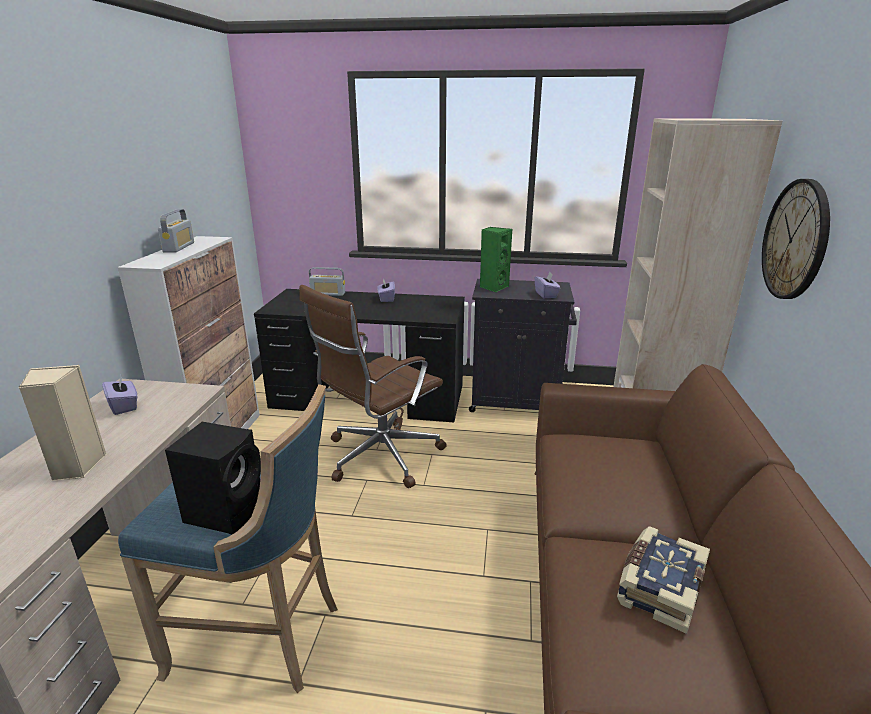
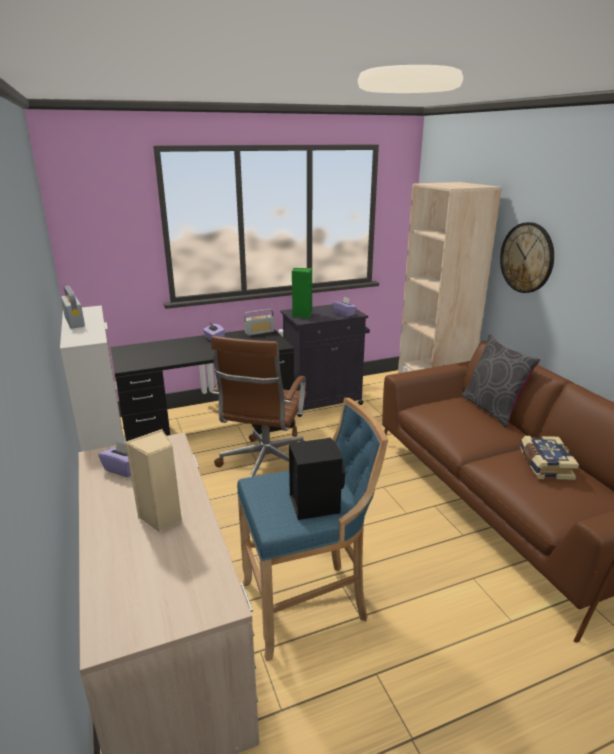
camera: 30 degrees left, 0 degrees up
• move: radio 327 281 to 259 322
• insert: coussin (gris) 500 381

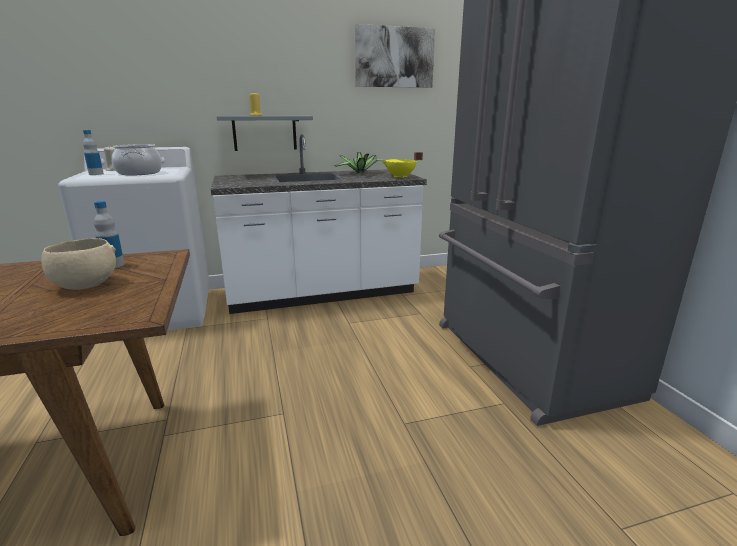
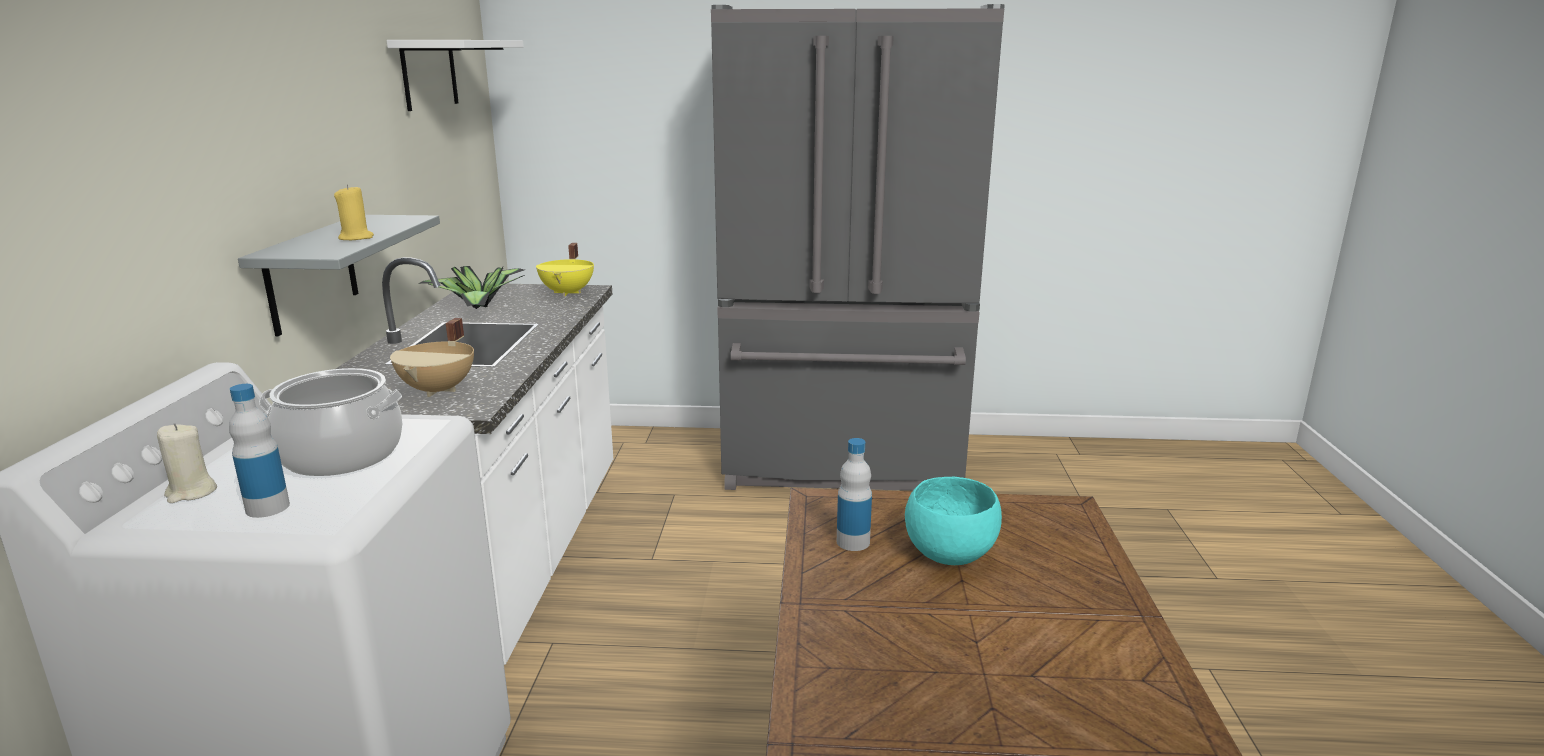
camera: 70 degrees left, 0 degrees up
• replace: tableau 395 56 to étagère (blanc) 455 75
• recolor: bol (beige) 78 264 to bol (turquoise) 953 521
• insert: marmite (beige) 432 357

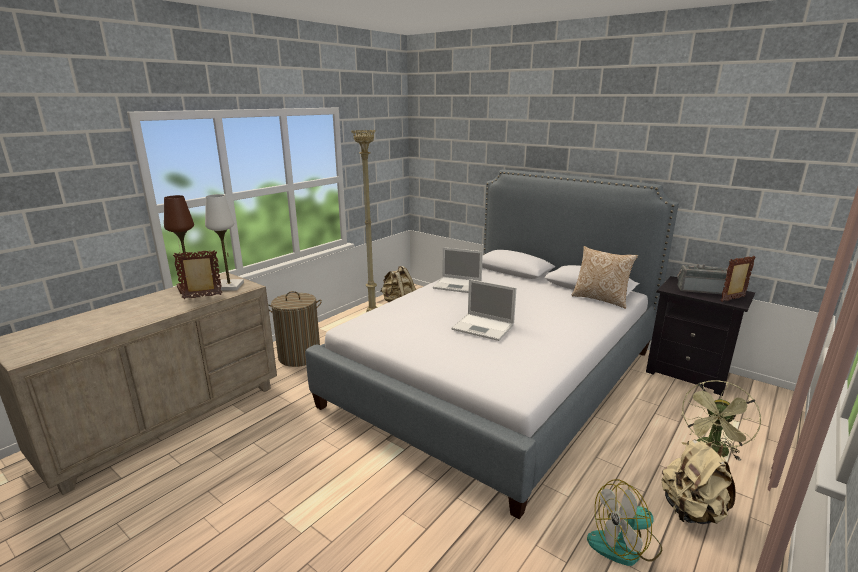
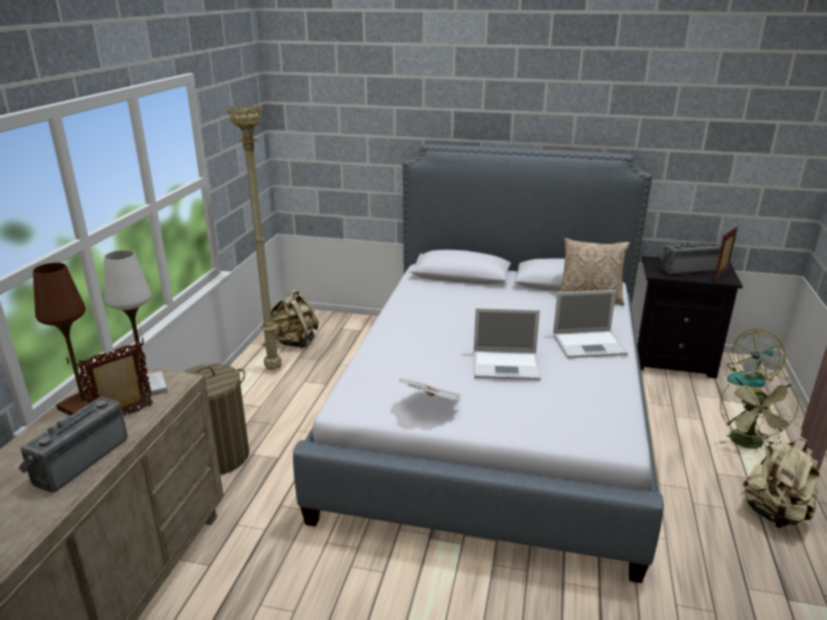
camera: 25 degrees left, 5 degrees up
• move: ordinateur portable 458 270 to 590 324
• move: ventilateur 624 522 to 756 358
• insert: journal 430 390
• insert: radio 73 445

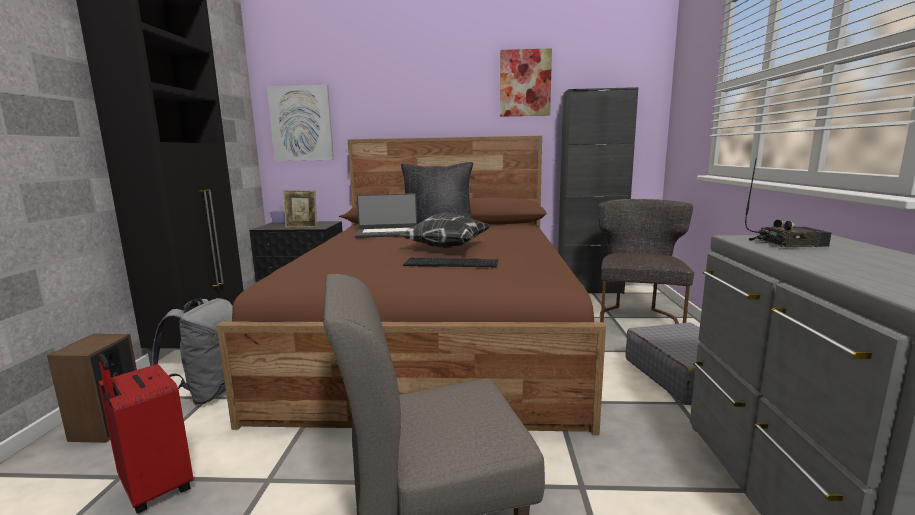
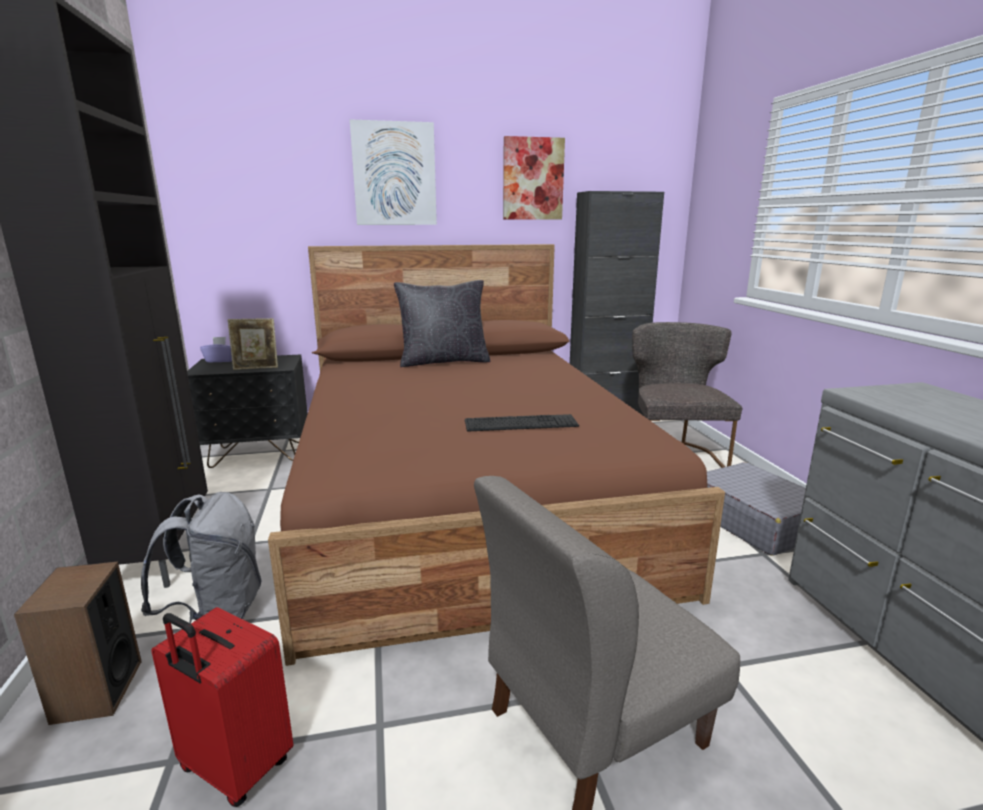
camera: 15 degrees left, 5 degrees up
• move: tableau 300 123 to 393 172
• delete: radio 788 202
• delete: ordinateur portable 386 215
• delete: coussin 445 230

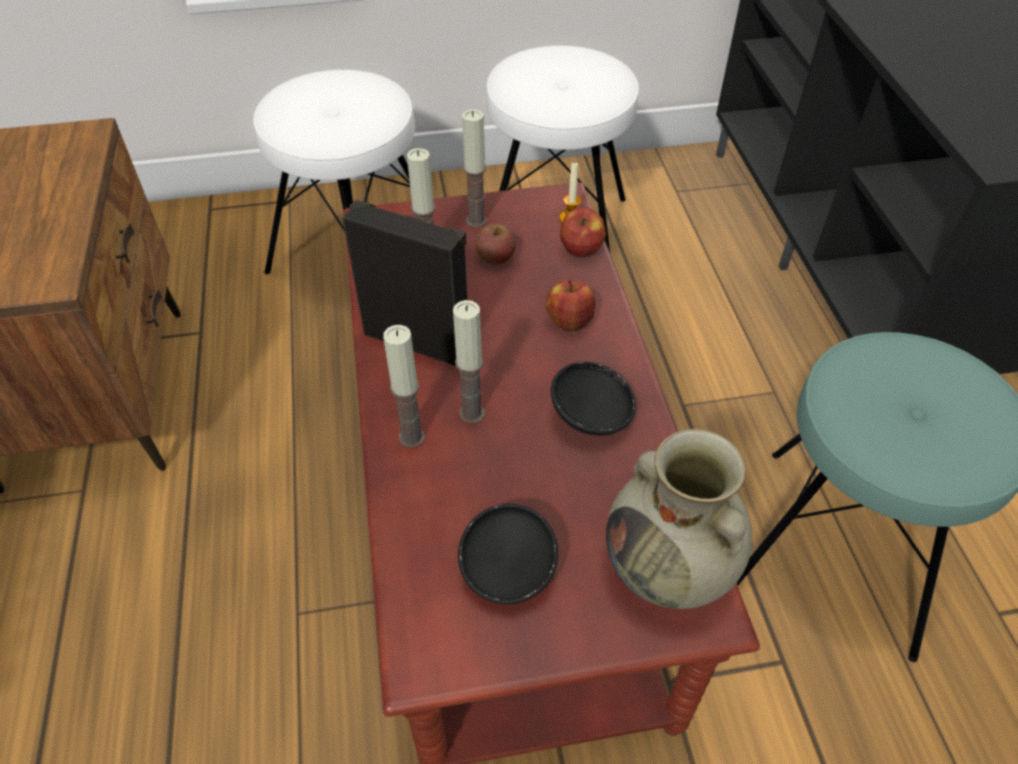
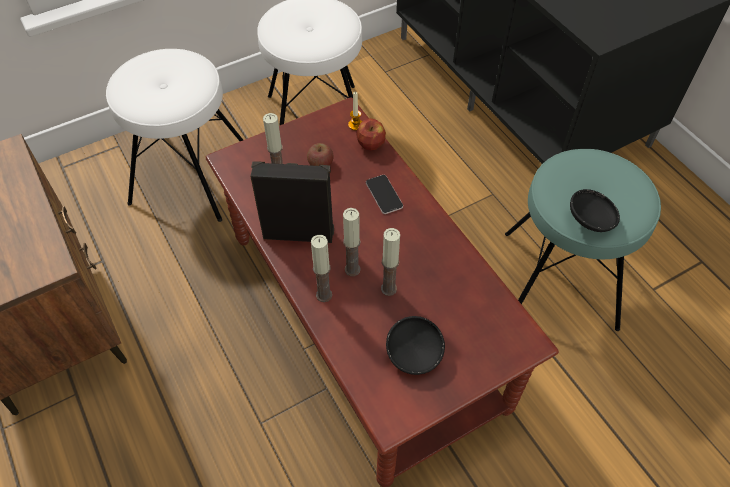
camera: 20 degrees left, 5 degrees up
• move: bougie 474 168 to 390 262
• replace: pomme 571 305 to téléphone 384 194
• move: bol (noir) 593 399 to 595 210
• delete: vase (beige) 679 519

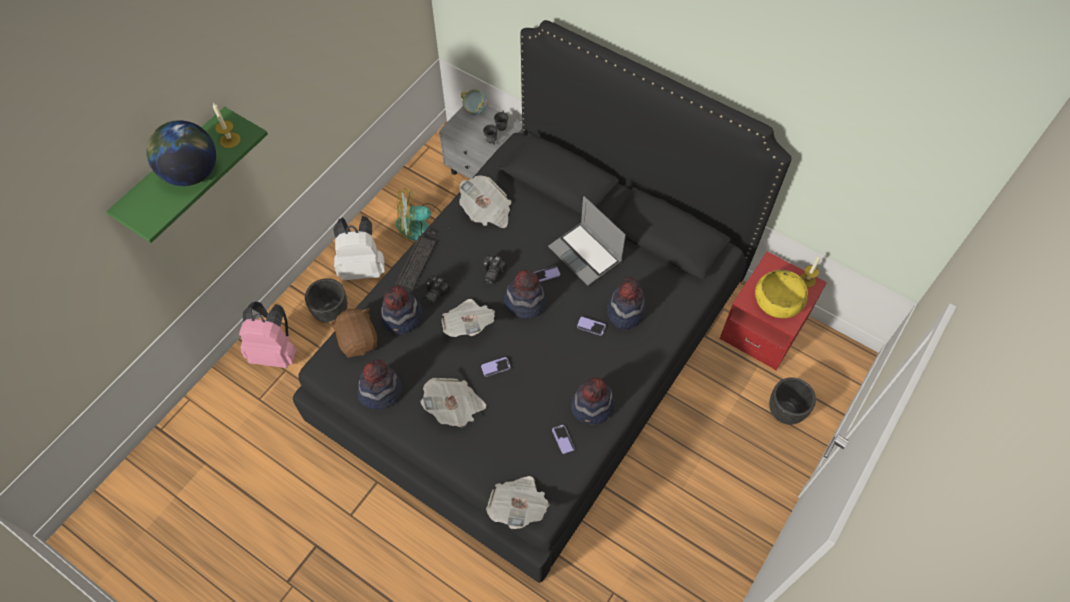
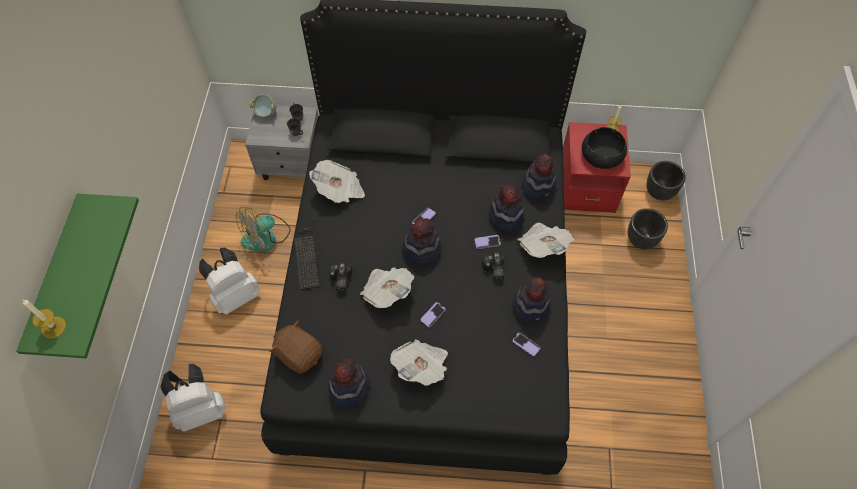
camera: 30 degrees left, 0 degrees up
• move: bougie 226 125 to 44 319
• delete: globe 181 153
• delete: ordinateur portable 587 241
• move: appareil photo 495 270 to 493 266
• recolor: bol (jaune) 781 294 to bol (noir) 604 148
• move: cache-pot (noir) 326 300 to 666 181
• move: chapeau 401 310 to 539 177
• recolor: sac à dos (rose) 268 334 to sac à dos (blanc) 193 398
• move: journal 517 502 to 546 240

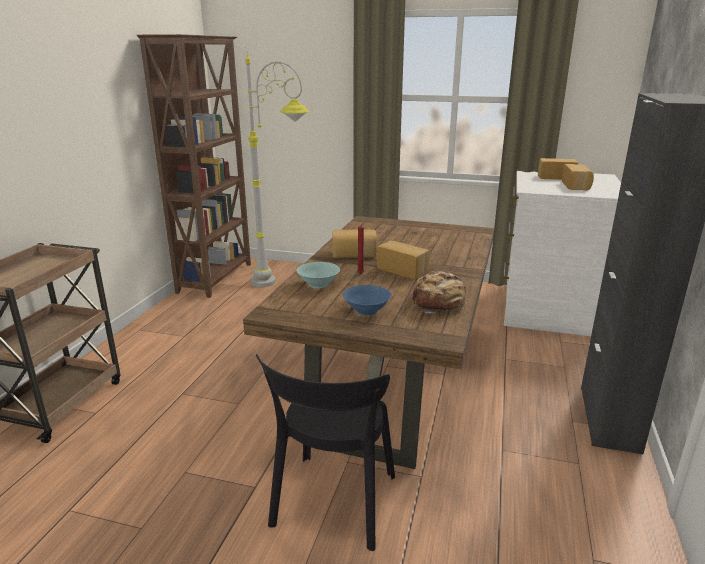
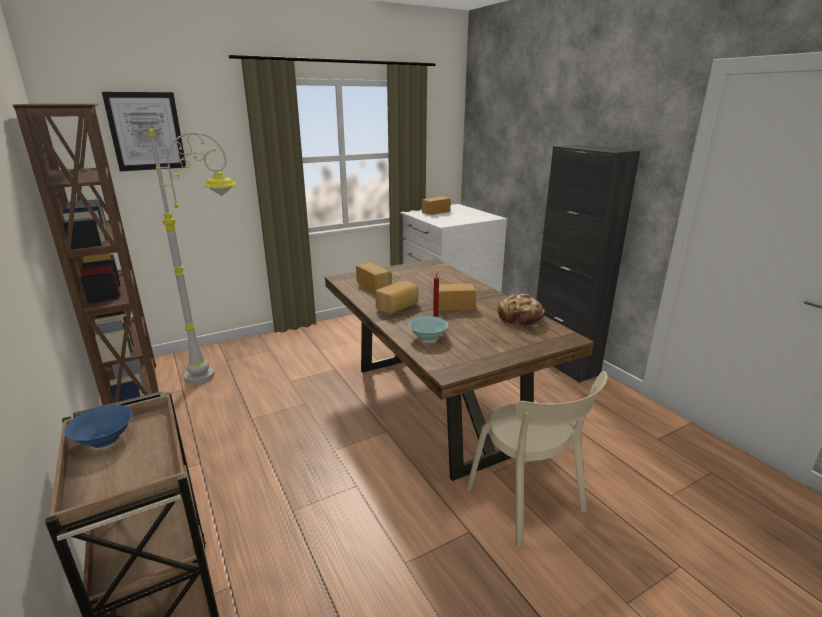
camera: 45 degrees left, 0 degrees up
• move: pain 578 177 to 374 277
• move: bol (bleu) 367 300 to 98 426
• recolor: chaise (noir) 325 452 to chaise (beige) 536 459
• insert: tableau 144 131

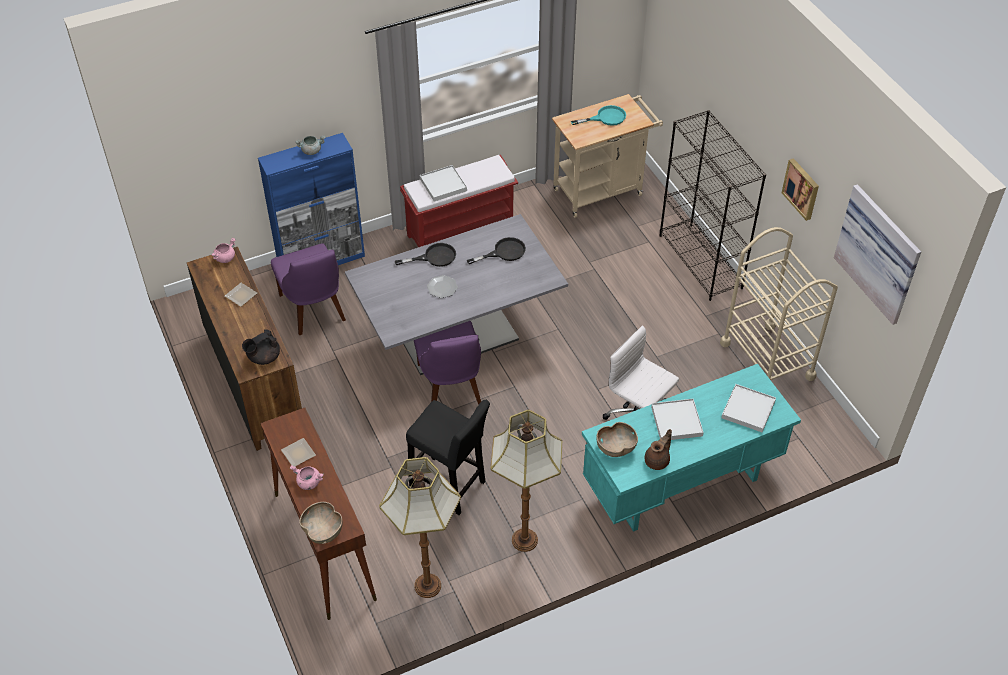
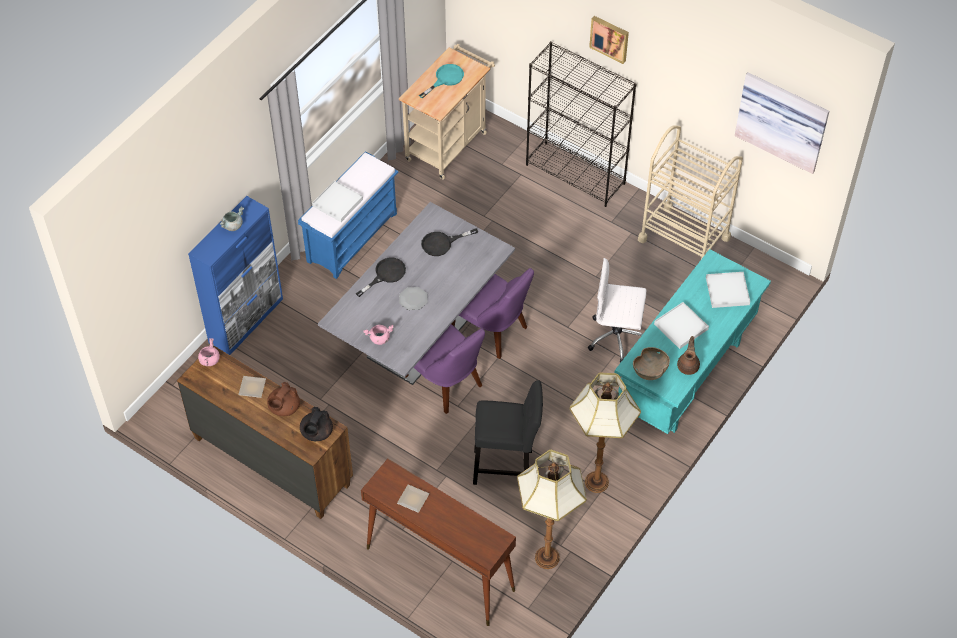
camera: 30 degrees left, 5 degrees up
• recolor: banc (rouge) 459 201 to banc (bleu) 348 215
• move: tableau 800 189 to 609 40
• rotate: poêle (noir) 496 250 = 449 242 150 degrees counterclockwise
• move: chaise (violet) 308 289 to 493 313
• move: marmite (rose) 307 477 to 378 335
• delete: bol (marron) 321 523
• insert: théière (marron) 283 399

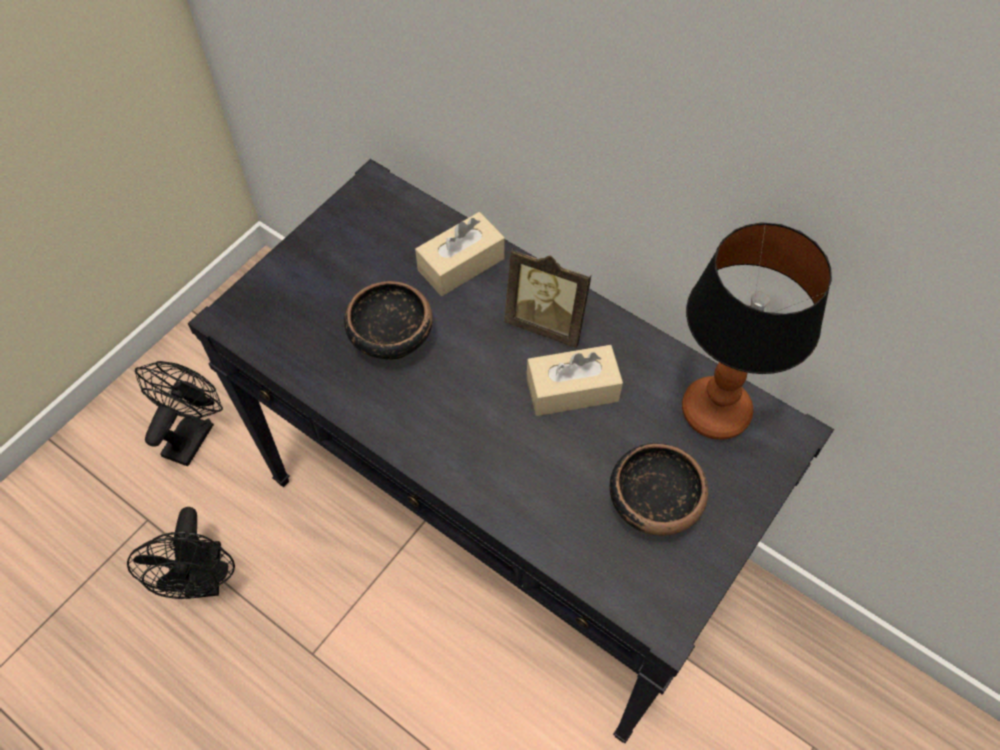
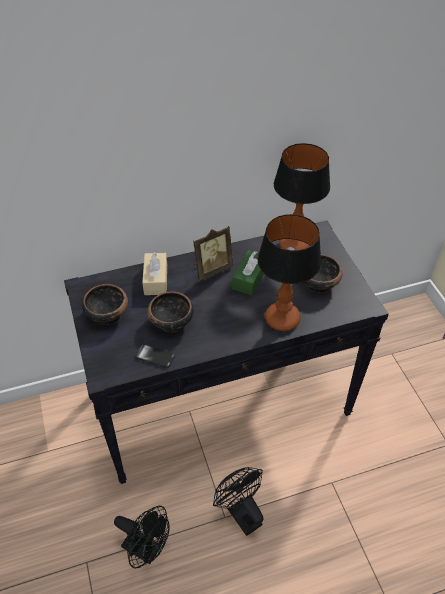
camera: 55 degrees left, 10 degrees down
• recolor: boîte à mouchoirs (beige) 575 380 to boîte à mouchoirs (vert) 248 273
• move: ventilateur (noir) 179 413 to 238 501
• insert: lampe de table 289 272
• insert: bol 105 304
• insert: téléphone 155 356

